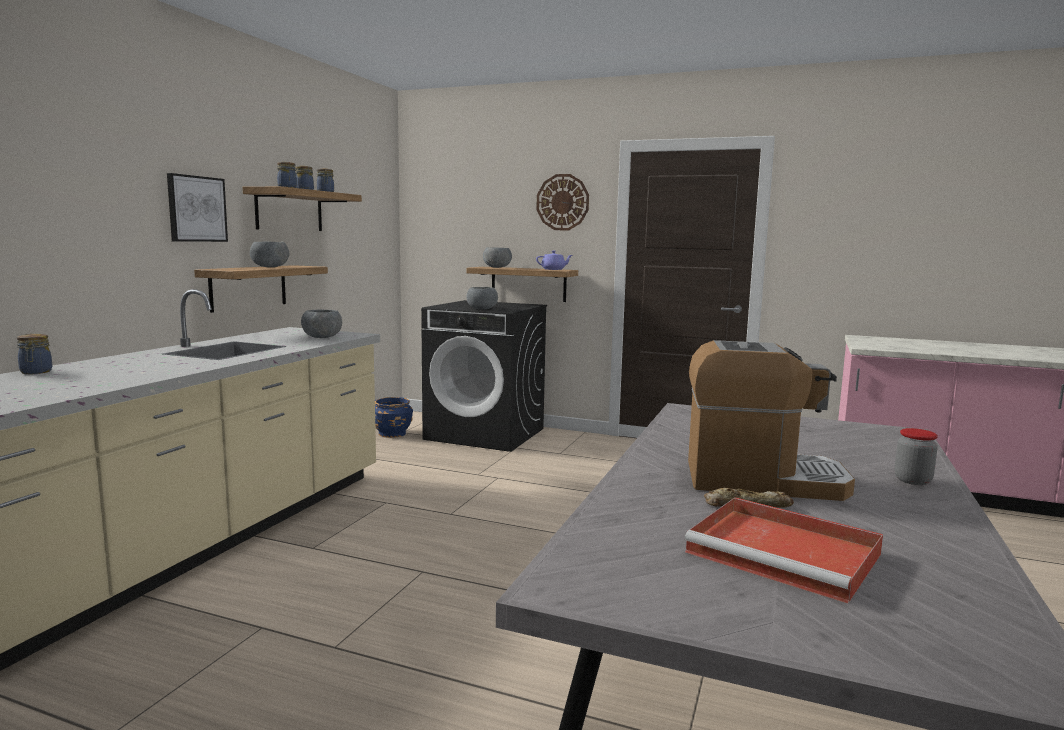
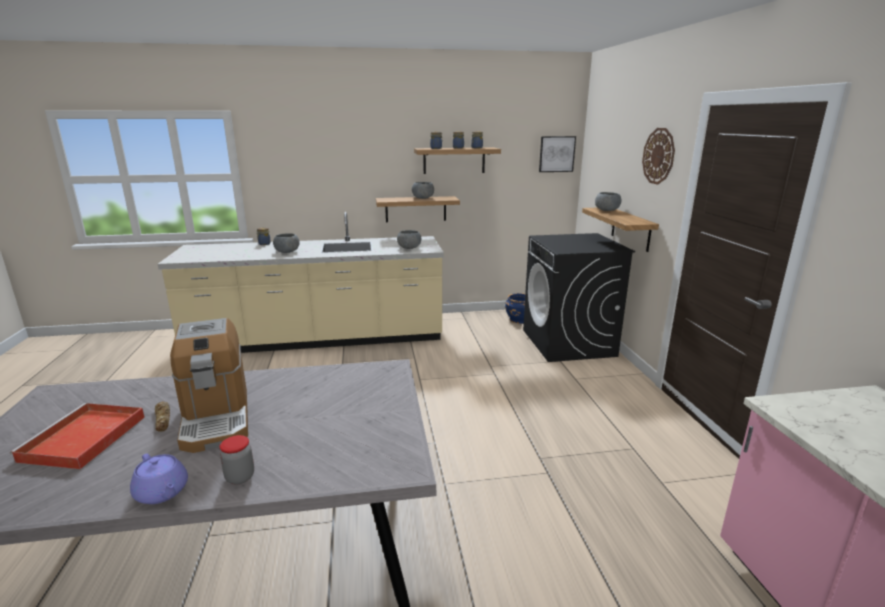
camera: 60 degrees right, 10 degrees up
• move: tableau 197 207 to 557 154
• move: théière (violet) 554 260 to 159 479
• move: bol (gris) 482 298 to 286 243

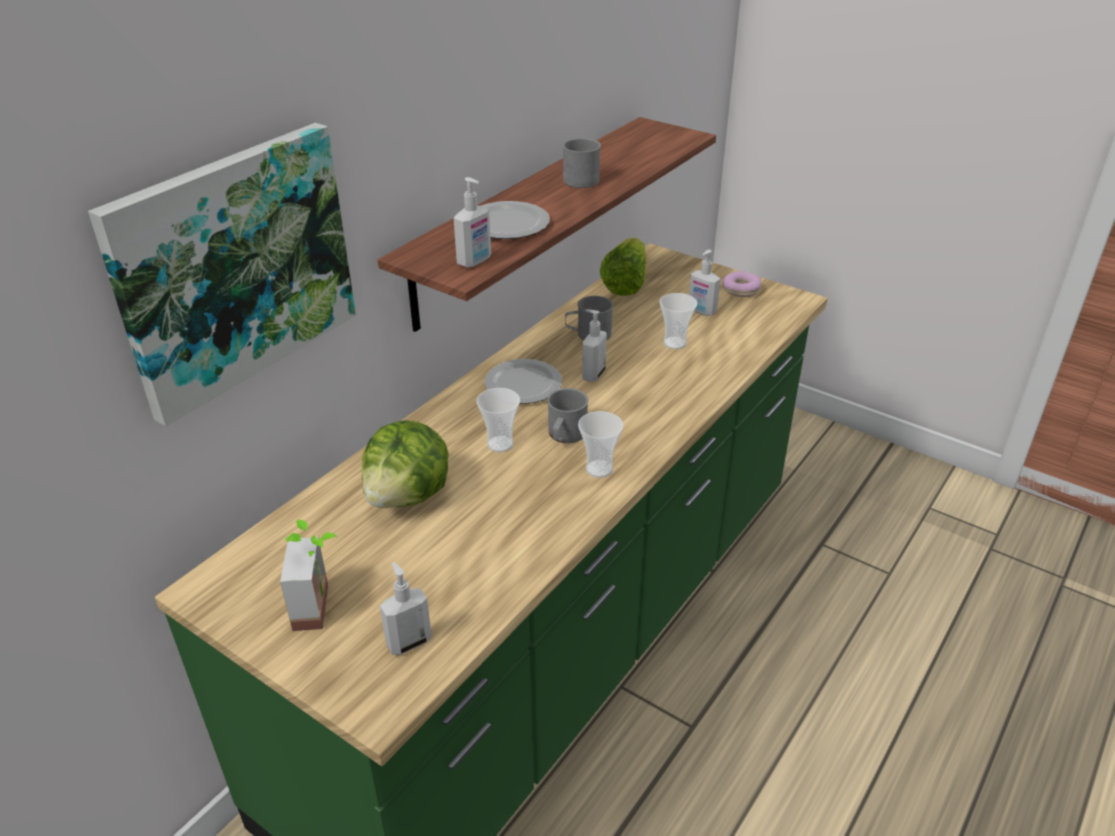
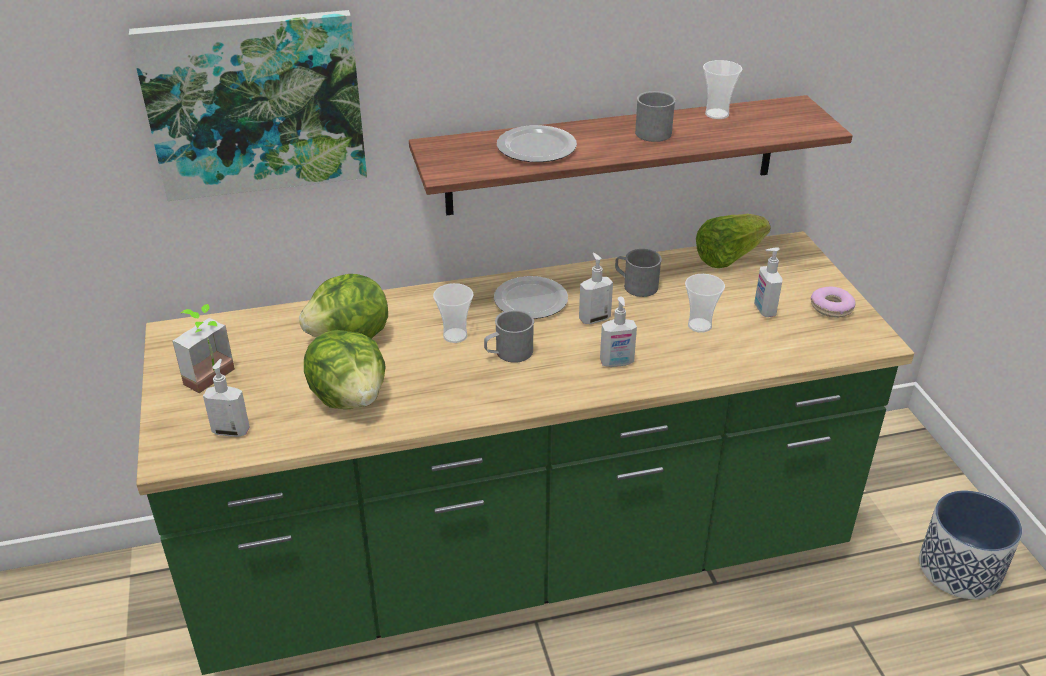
camera: 40 degrees right, 0 degrees up
• move: distributeur de savon 472 222 to 618 331
• move: tasse 601 444 to 722 89
• insert: laitue 345 369
• insert: cache-pot 970 544

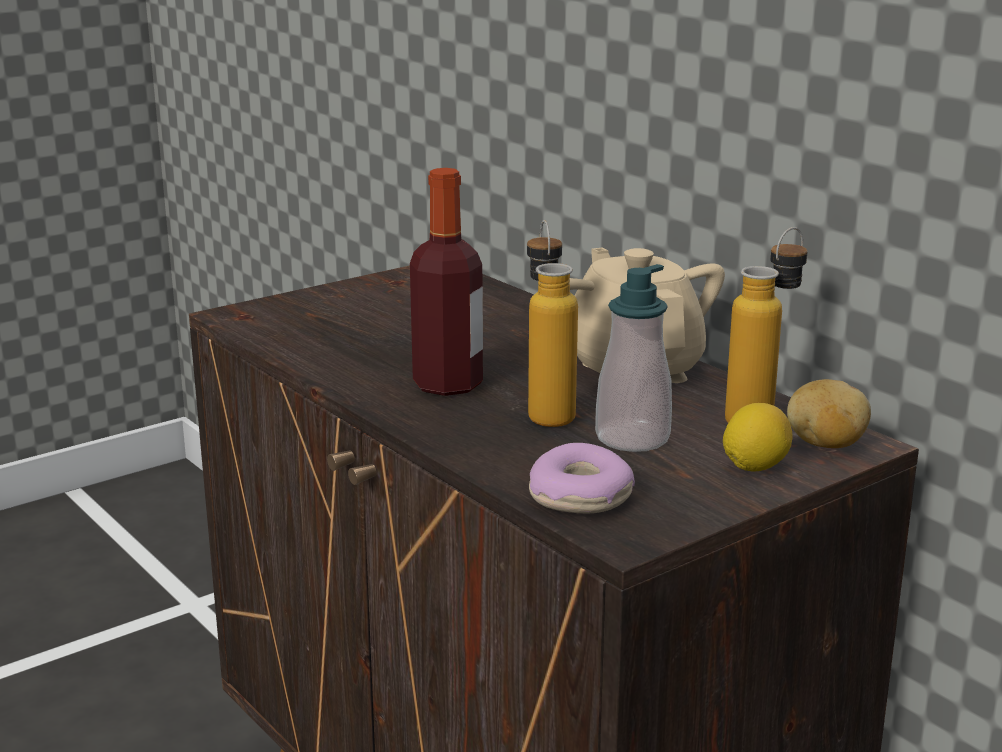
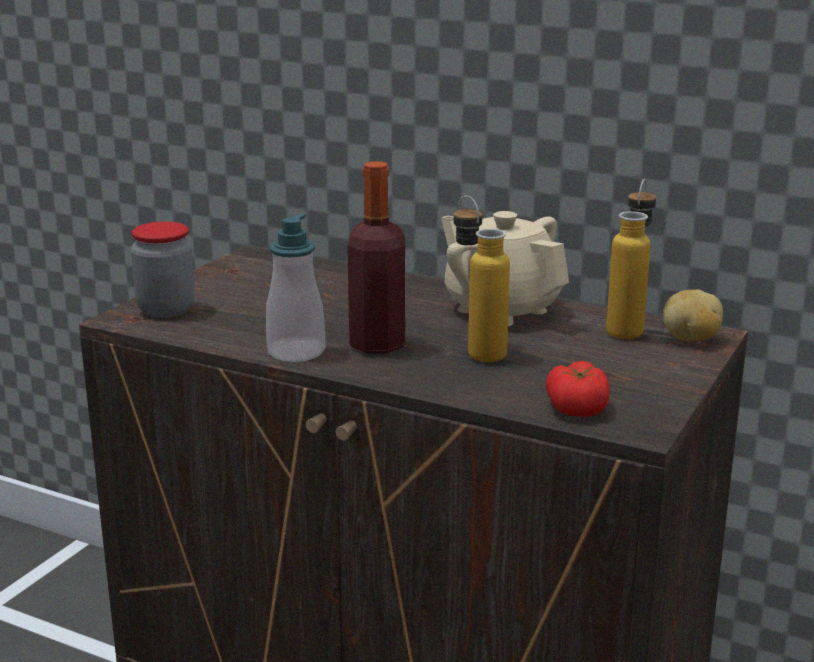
camera: 25 degrees left, 0 degrees up
• move: distributeur de savon 633 358 to 296 287
• delete: citron 757 437
• replace: beignet 582 478 to tomate 578 389
• insert: bocal 163 270

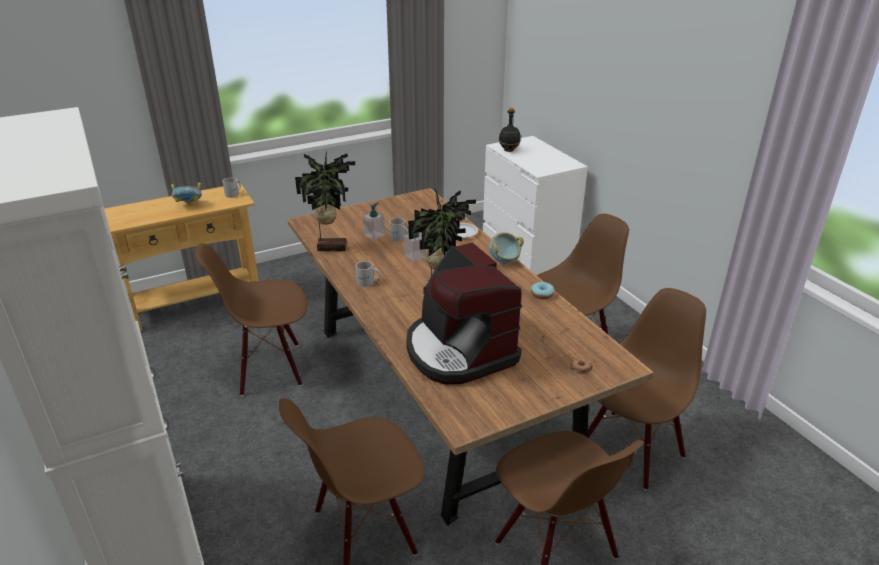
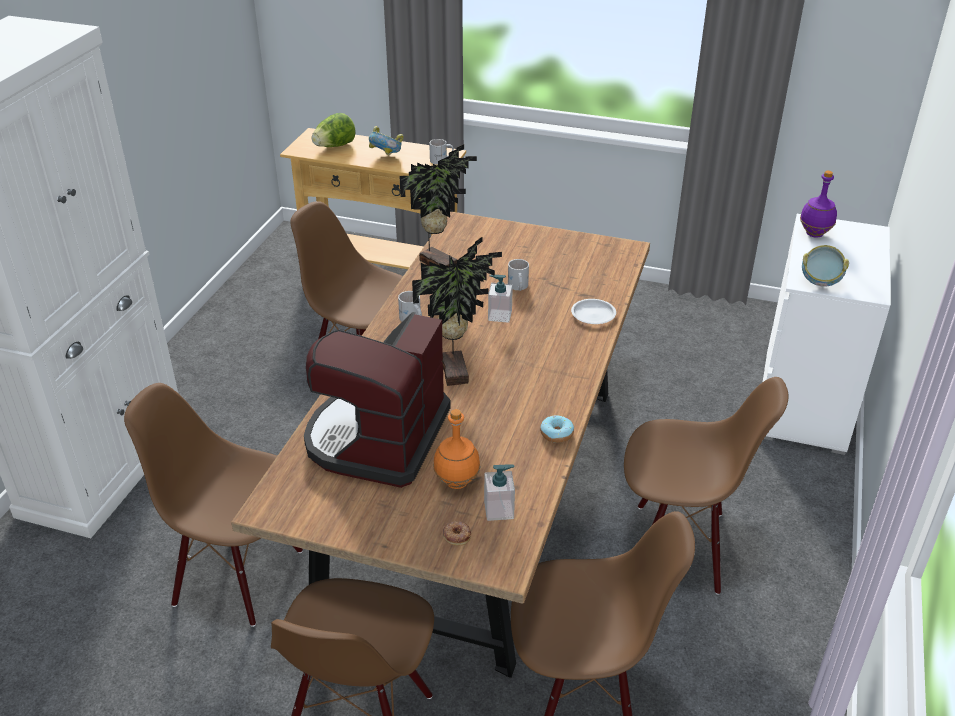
camera: 45 degrees right, 5 degrees up
• recolor: bouteille (noir) 510 130 to bouteille (violet) 818 204
• move: distributeur de savon 374 221 to 499 492
• move: bol 506 248 to 825 266
• insert: laitue 334 130
• insert: bouteille (orange) 456 449

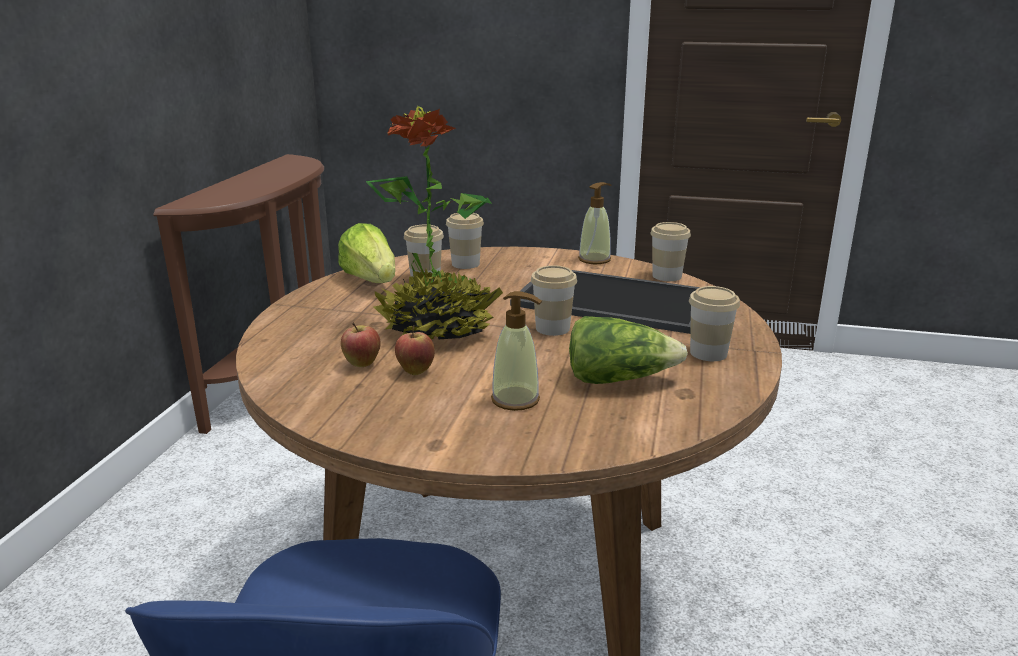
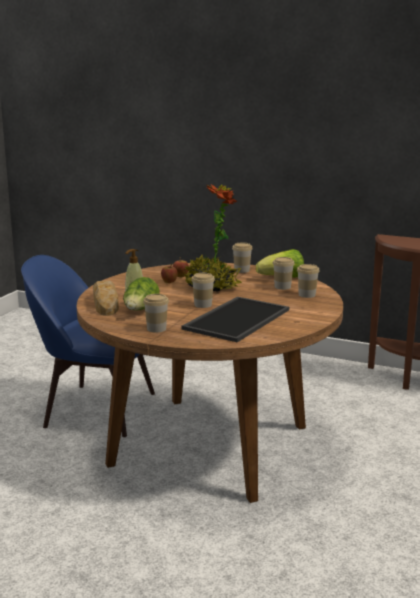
camera: 100 degrees right, 5 degrees down
• delete: distributeur de savon 594 223
• move: tasse 671 251 to 242 257
• insert: pain 106 298

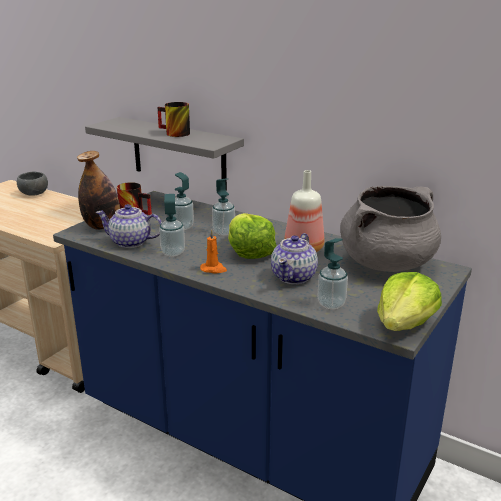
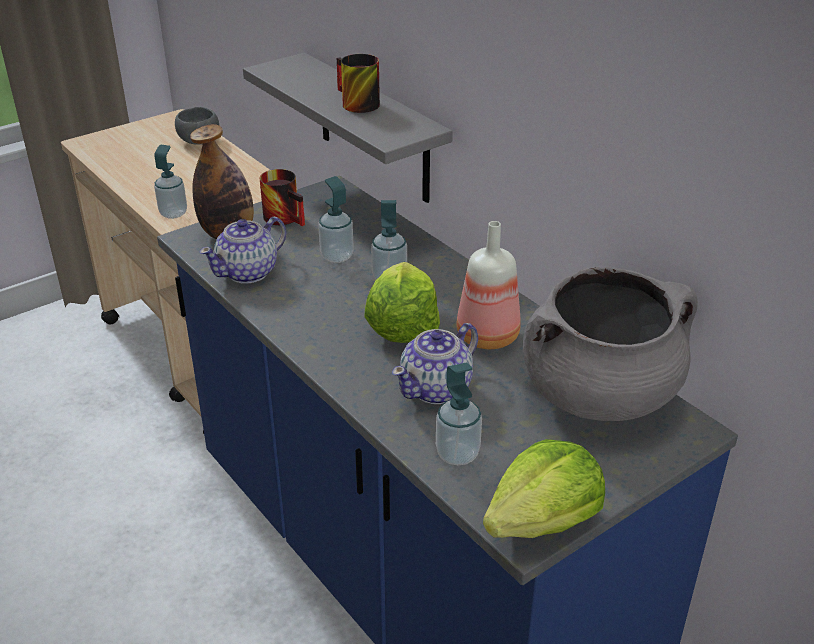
camera: 20 degrees right, 10 degrees up
• move: distributeur de savon 172 225 to 170 182
• rotate: théière 129 226 = 243 250 75 degrees counterclockwise
• delete: bougie (orange) 213 251

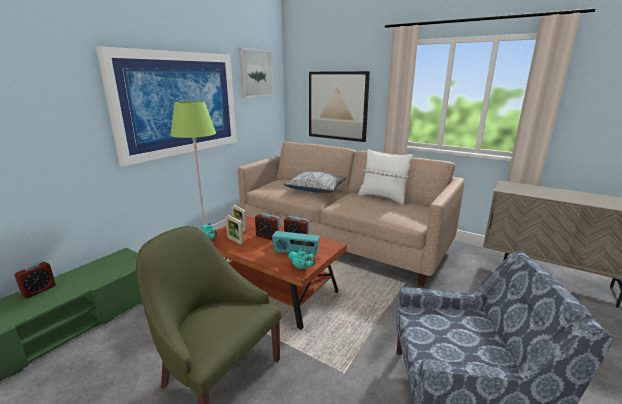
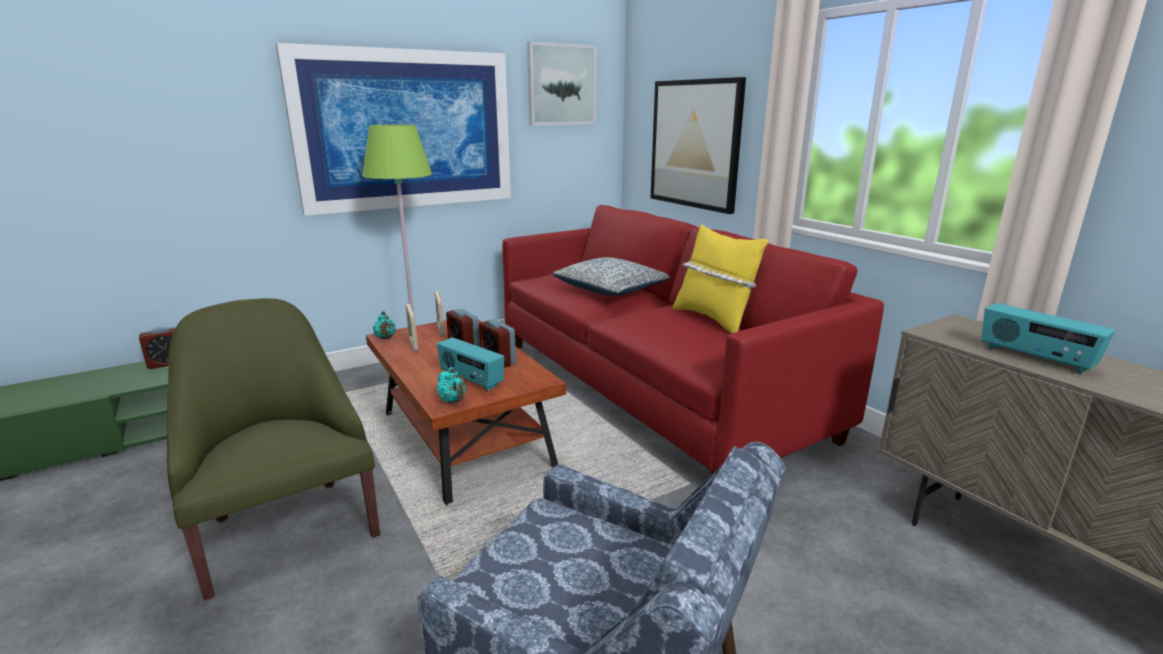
camera: 25 degrees right, 0 degrees up
• recolor: canapé (beige) 351 214 to canapé (rouge) 693 340
• recolor: coussin (blanc) 385 177 to coussin (jaune) 720 279
• insert: radio 1048 339

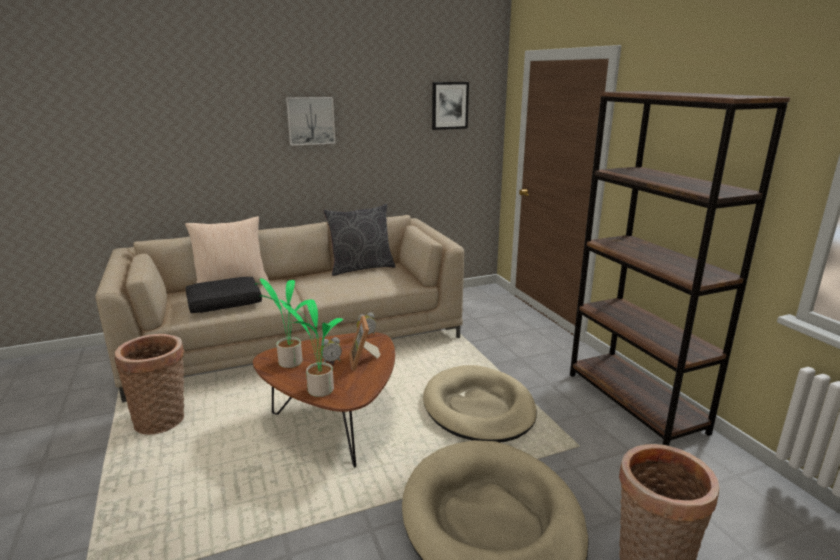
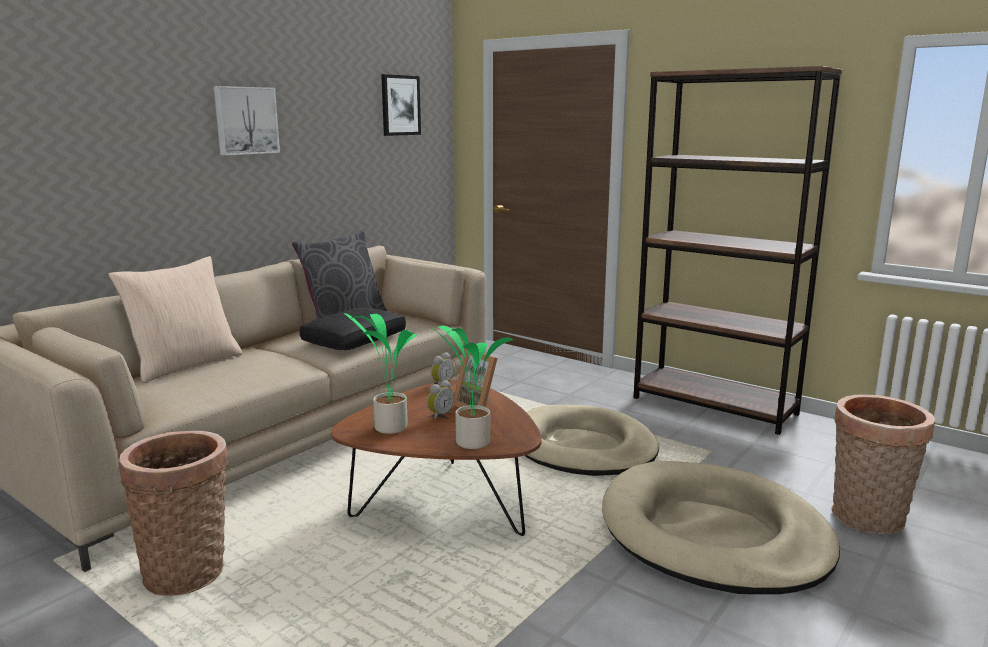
camera: 30 degrees left, 5 degrees down
• move: coussin (noir) 224 295 to 352 329

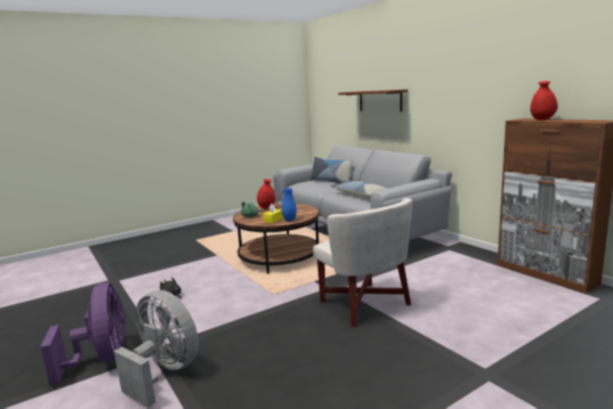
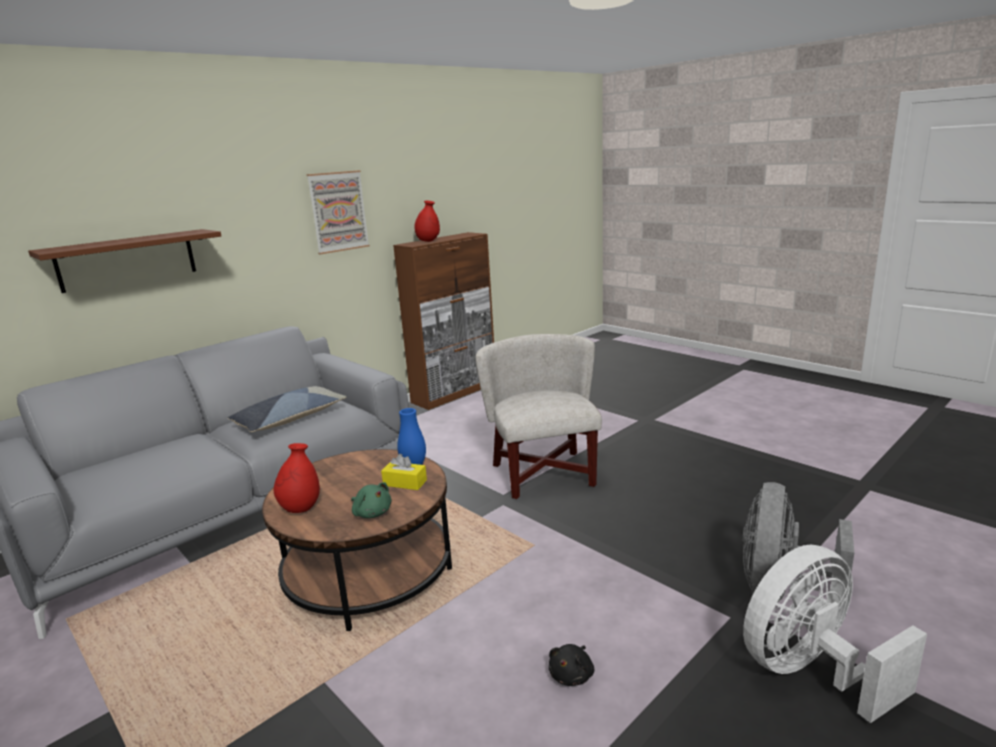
camera: 100 degrees left, 5 degrees up
• delete: coussin 331 170
• rotate: fauteuil (blanc) 362 262 = 539 416 60 degrees counterclockwise
• recolor: ventilateur (violet) 83 334 to ventilateur (blanc) 835 633
• insert: tableau 338 212

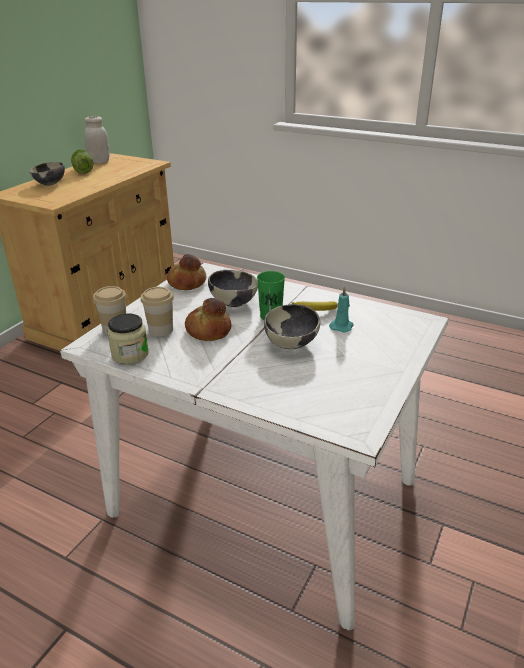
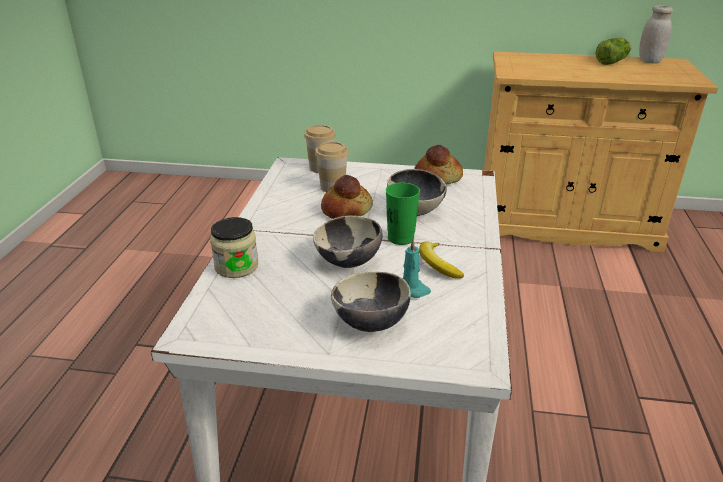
camera: 70 degrees right, 0 degrees up
• move: bol 47 174 to 371 302
• move: bocal 128 339 to 234 247

